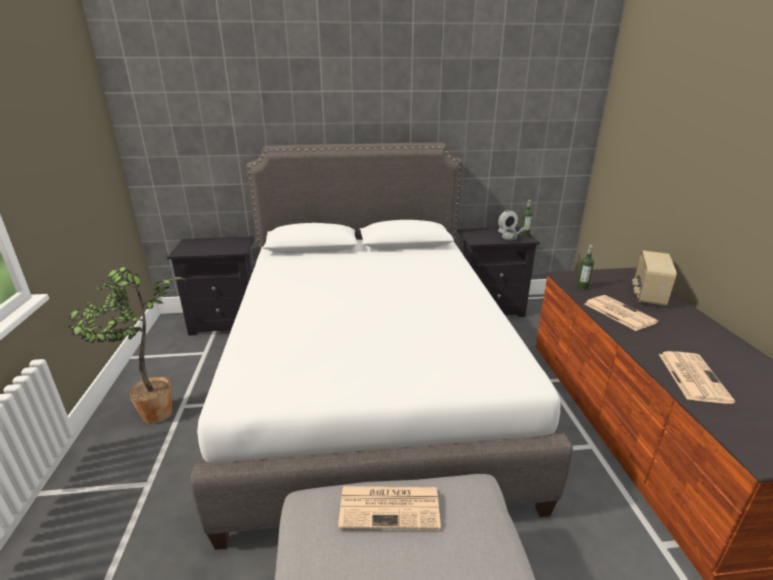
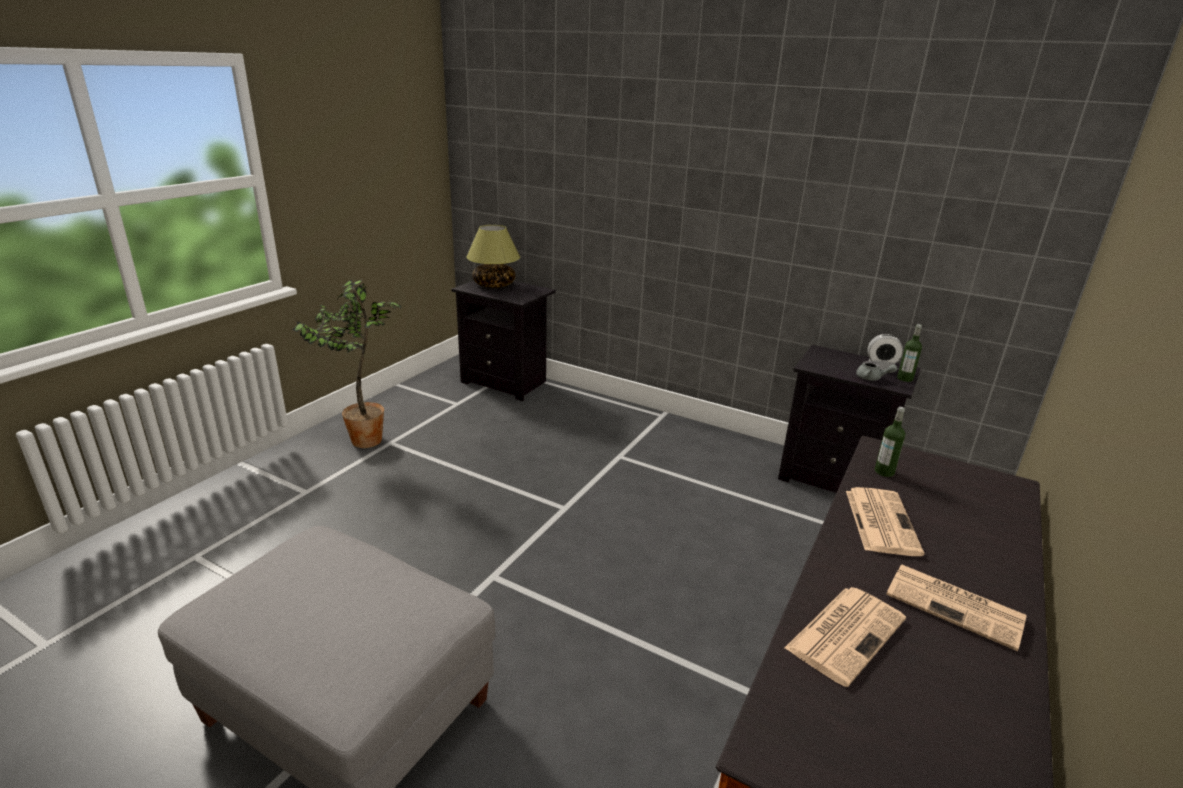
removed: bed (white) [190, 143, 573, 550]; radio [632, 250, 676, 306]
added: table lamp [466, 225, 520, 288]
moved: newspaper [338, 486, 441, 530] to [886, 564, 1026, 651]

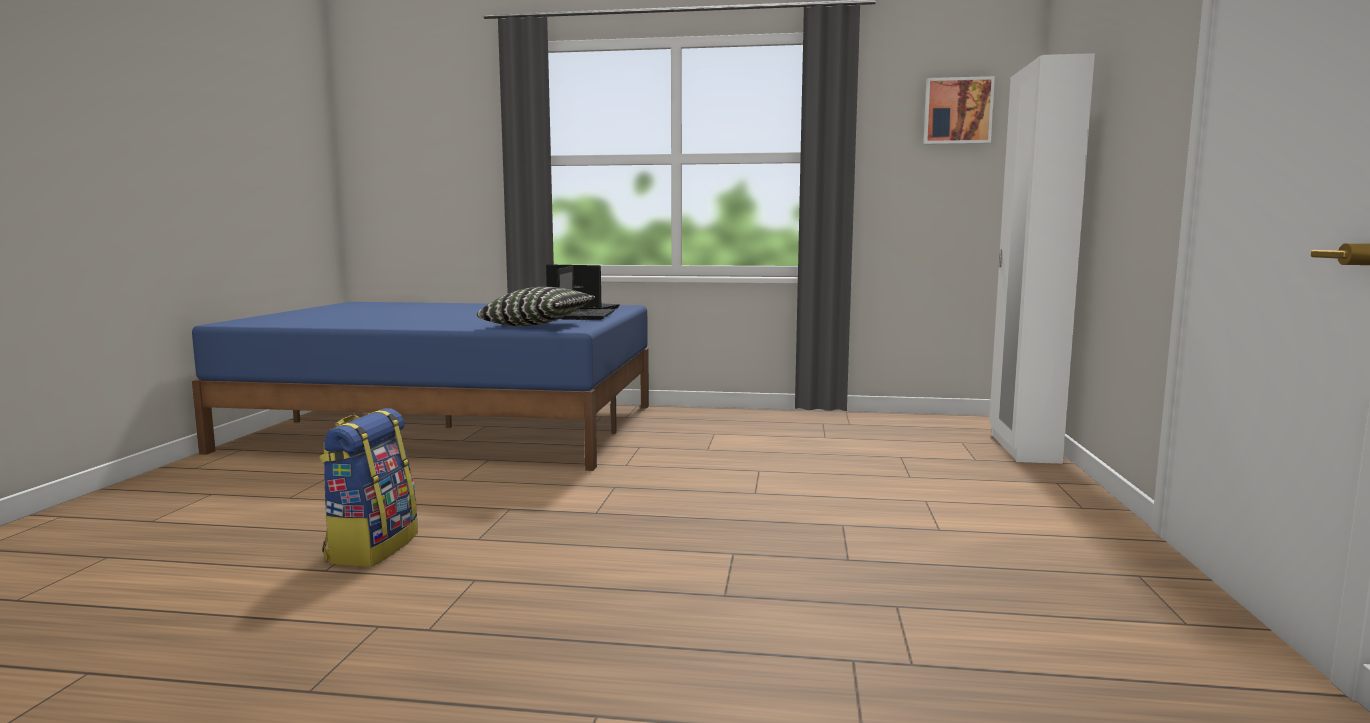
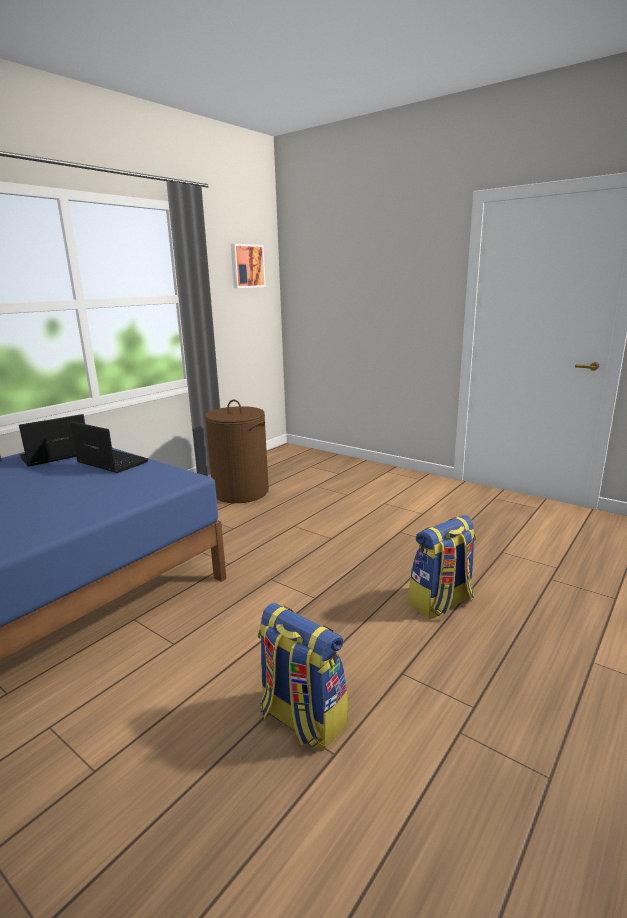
removed: pillow [477, 287, 595, 326]; wardrobe (white) [989, 53, 1095, 464]
added: laundry basket (brown) [205, 400, 269, 503]; backpack [409, 515, 477, 619]

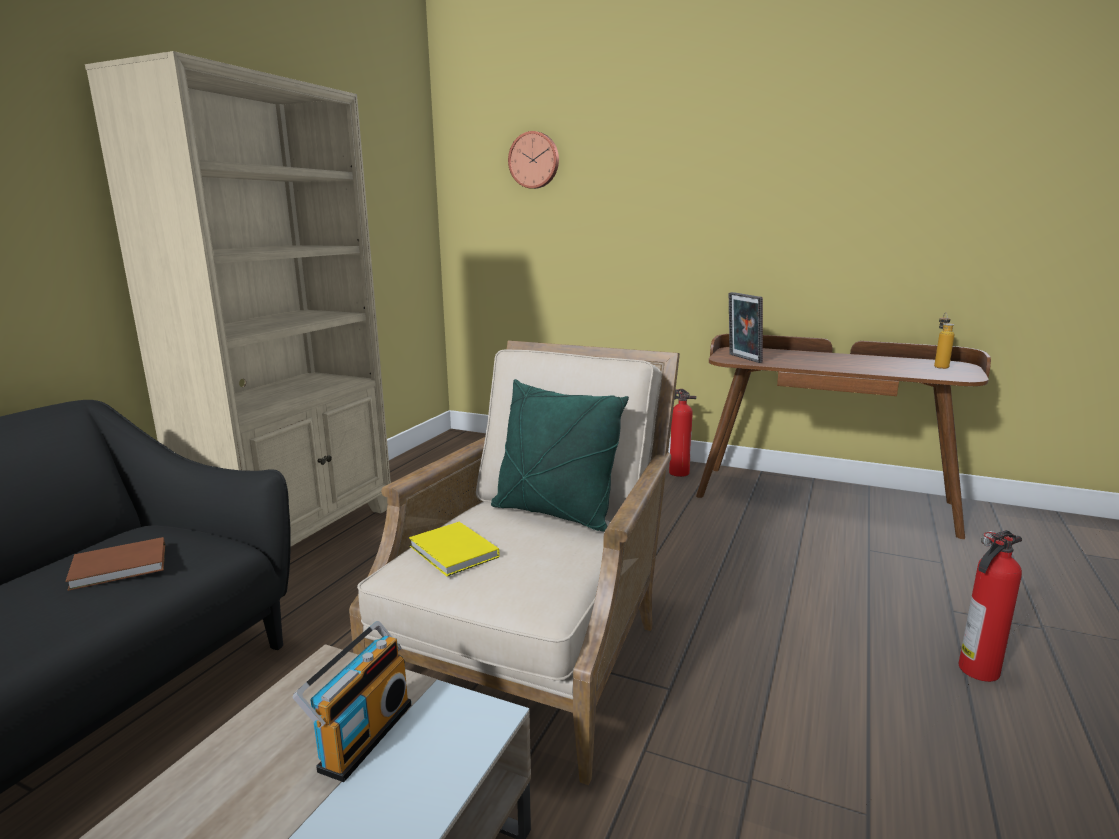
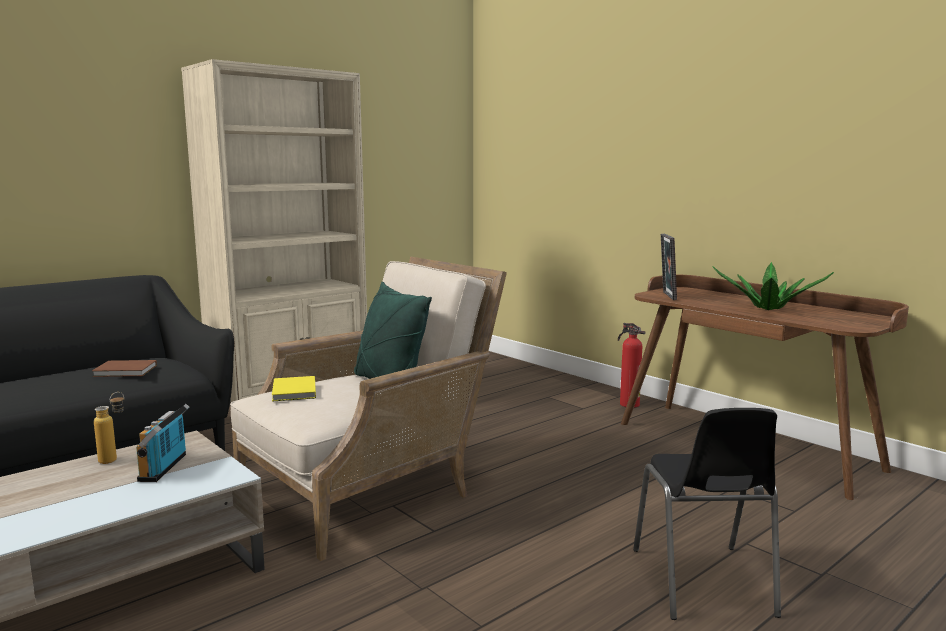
removed: wall clock [508, 131, 559, 189]
added: potted plant [712, 262, 834, 310]
moved: bottle [934, 312, 954, 369] to [94, 392, 124, 464]
replaced: fire extinguisher [959, 530, 1022, 682] to chair (black) [633, 408, 781, 620]
turned: radio [292, 621, 411, 782] = [136, 404, 189, 482] 135 degrees clockwise

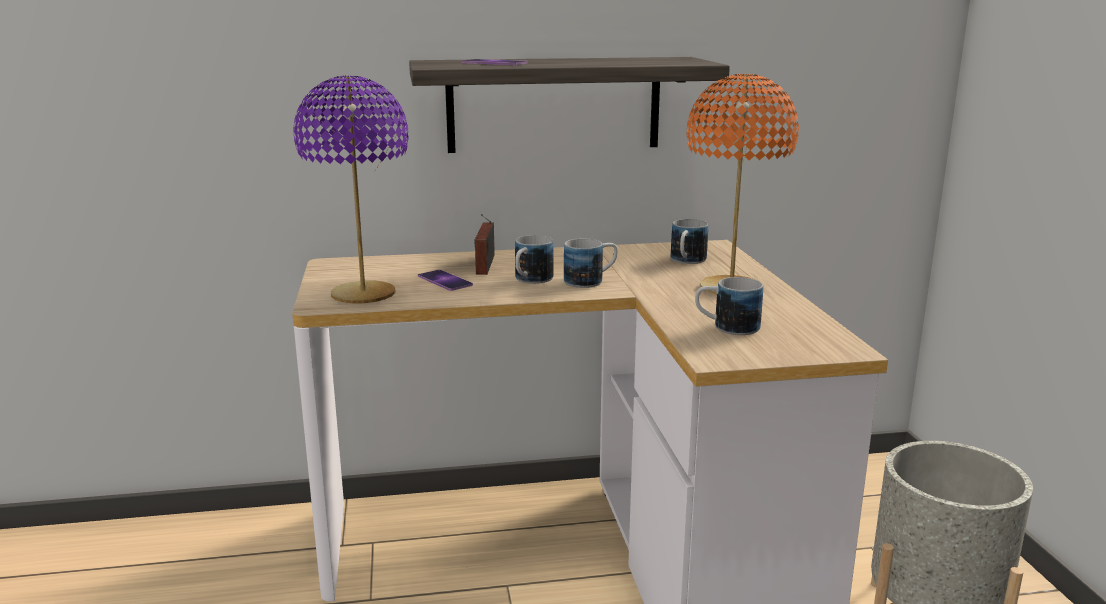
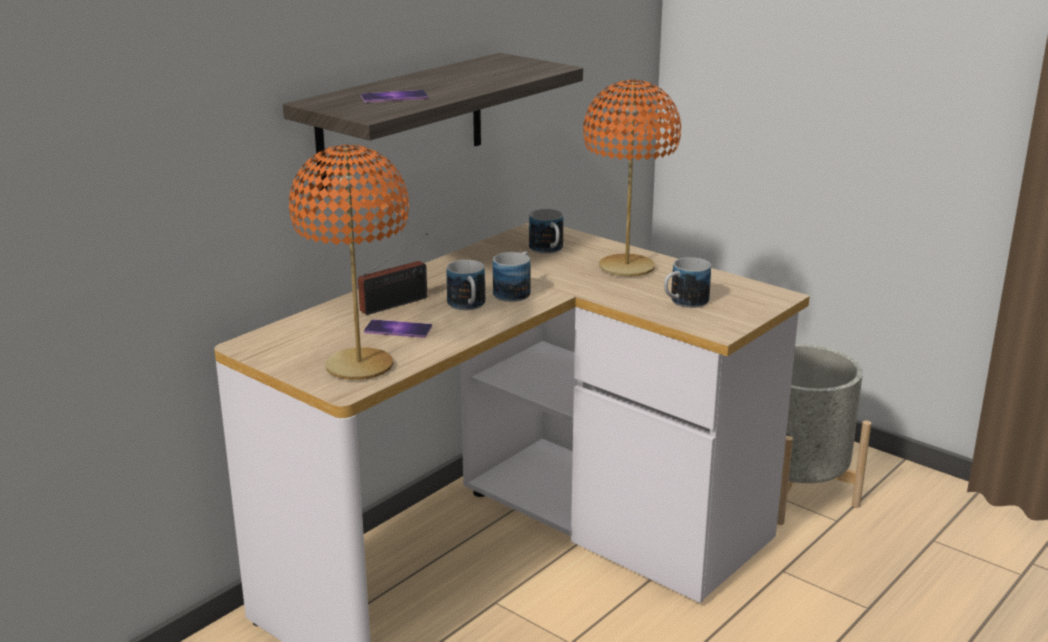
recoloured: table lamp (purple) [293, 75, 409, 304] to table lamp (orange) [289, 144, 409, 380]
turned: radio [474, 214, 495, 275] = [358, 233, 428, 315] 90 degrees counterclockwise

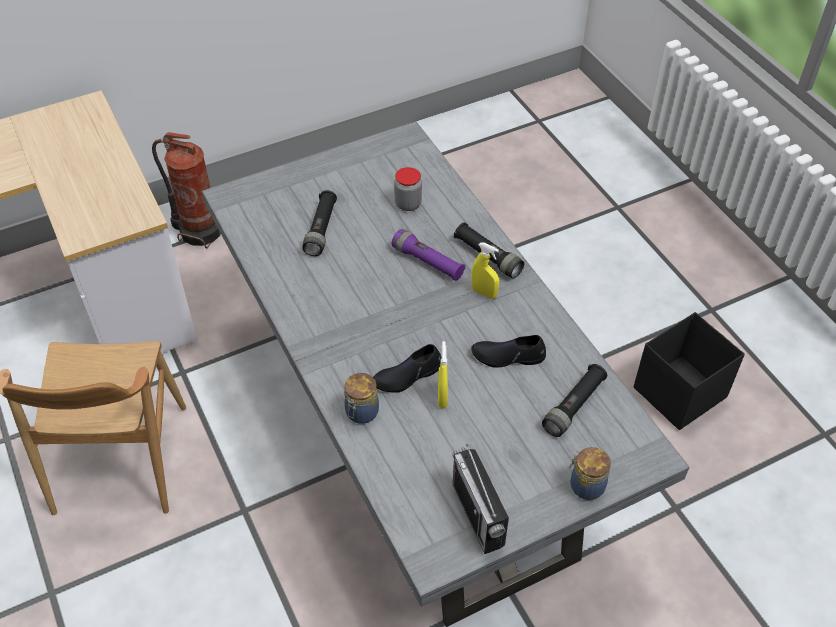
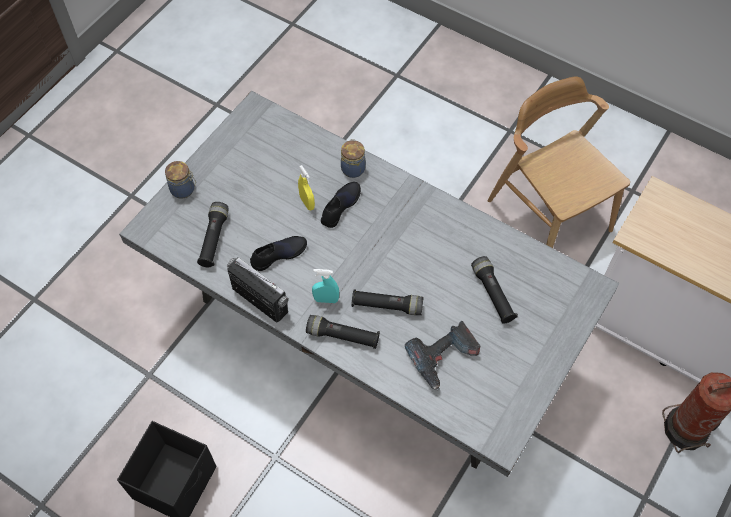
moved: radio [452, 444, 509, 554] to [227, 257, 289, 323]
replaced: jar [394, 167, 422, 211] to power drill [404, 321, 480, 391]
recoloured: spray bottle (yellow) [471, 242, 499, 299] to spray bottle (turquoise) [312, 269, 339, 303]; flashlight (purple) [392, 229, 465, 281] to flashlight (black) [351, 290, 424, 315]

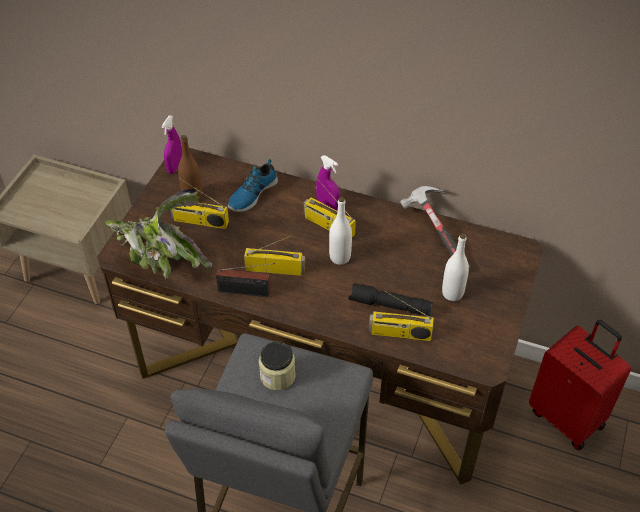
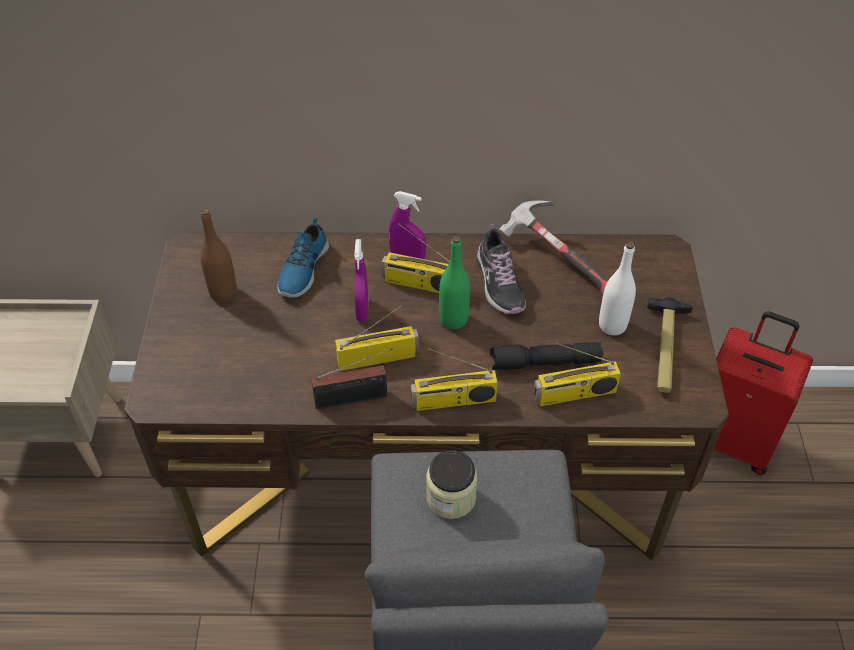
removed: potted plant [105, 189, 212, 279]
added: shoe [477, 224, 526, 314]; hammer [647, 297, 693, 393]
moved: spray bottle (purple) [161, 115, 182, 174] to [354, 239, 368, 322]; radio [171, 178, 229, 229] to [411, 348, 498, 411]
recoloured: bottle (white) [329, 197, 352, 265] to bottle (green) [439, 236, 470, 329]

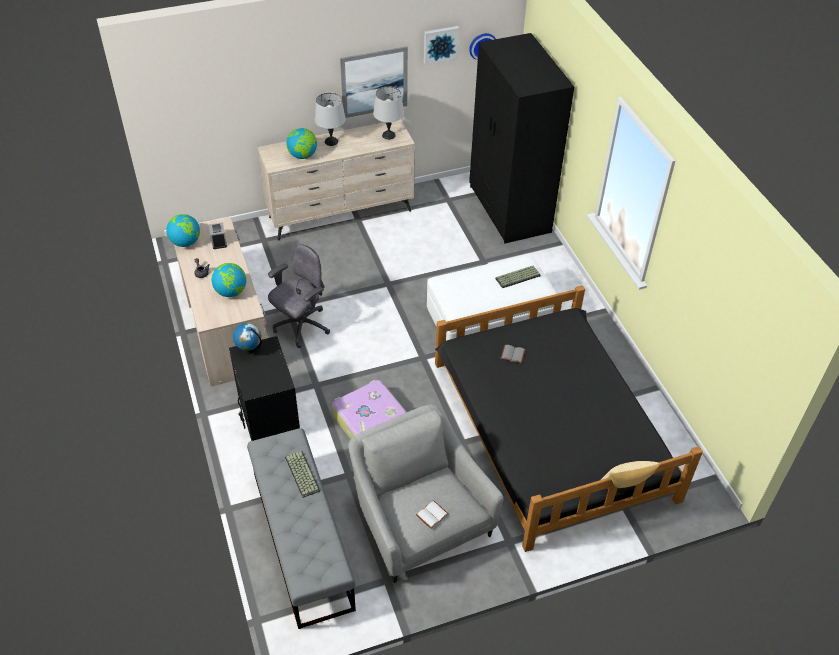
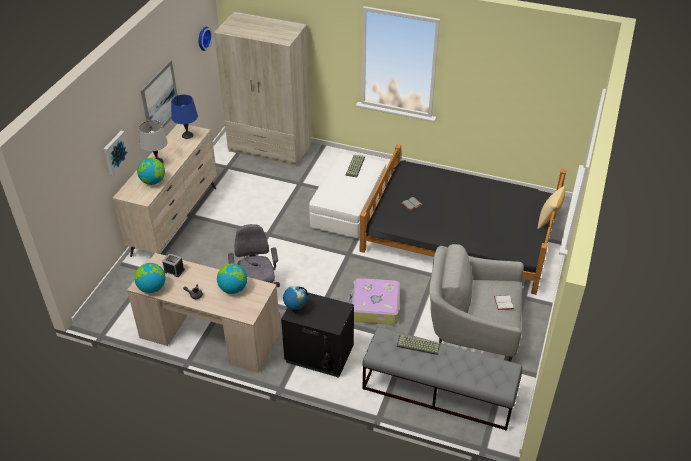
moved: picture [424, 26, 459, 65] to [104, 131, 130, 175]
recoloured: table lamp (grey) [373, 87, 404, 140] to table lamp (blue) [171, 94, 198, 139]; wardrobe (black) [469, 33, 574, 243] to wardrobe (beige) [214, 12, 311, 167]

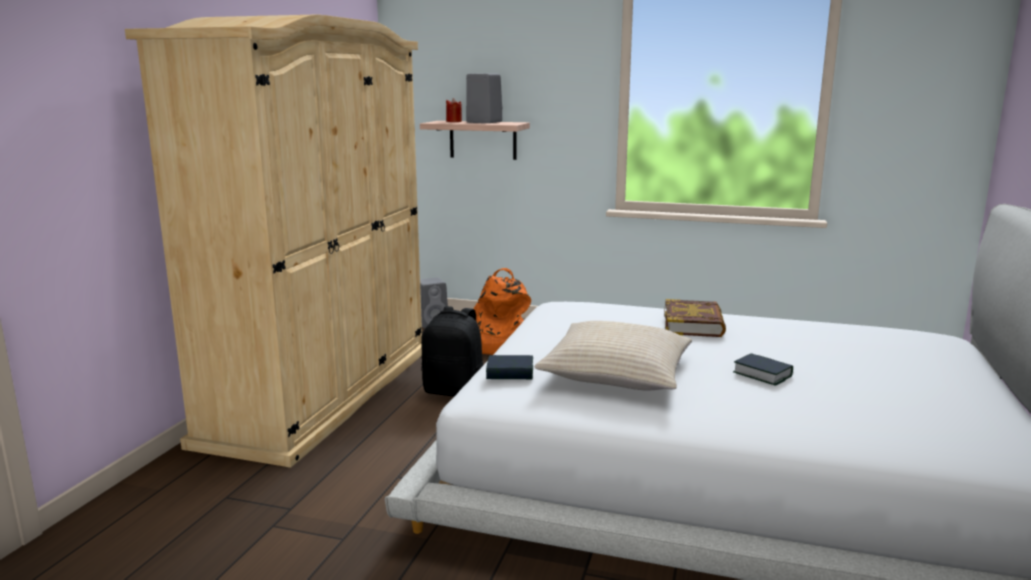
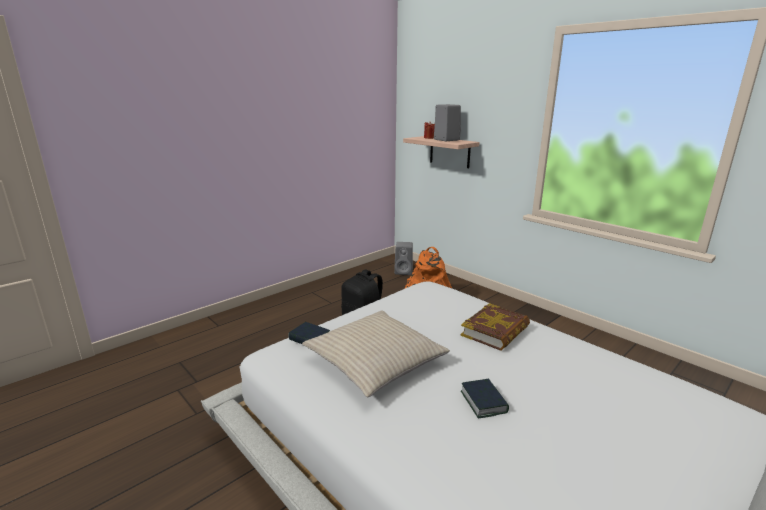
removed: wardrobe (beige) [125, 14, 422, 468]

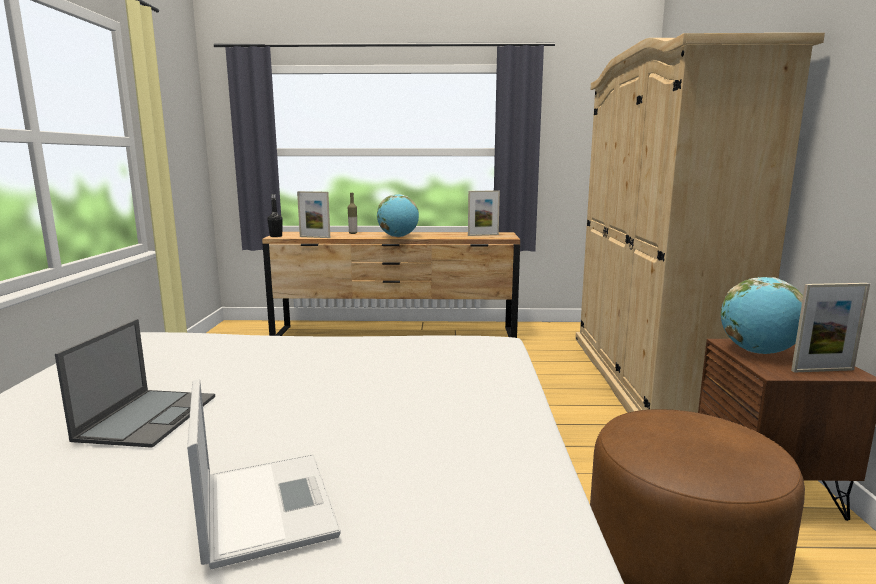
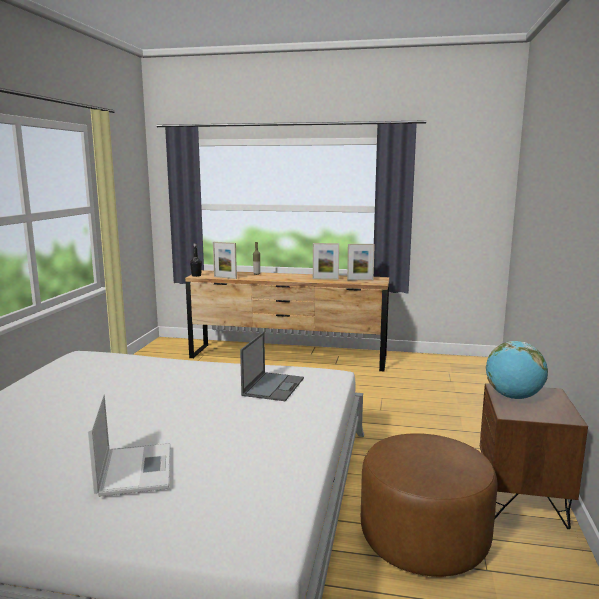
removed: globe [377, 194, 419, 237]; wardrobe (beige) [575, 33, 825, 413]
moved: laptop [55, 319, 215, 448] to [240, 332, 304, 401]; picture frame [791, 283, 870, 372] to [313, 243, 339, 280]

